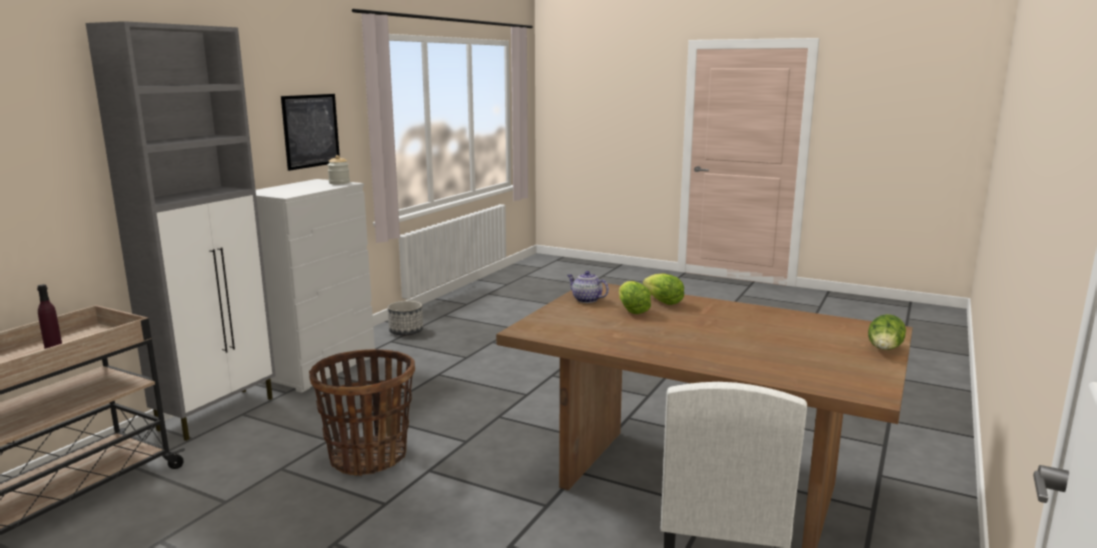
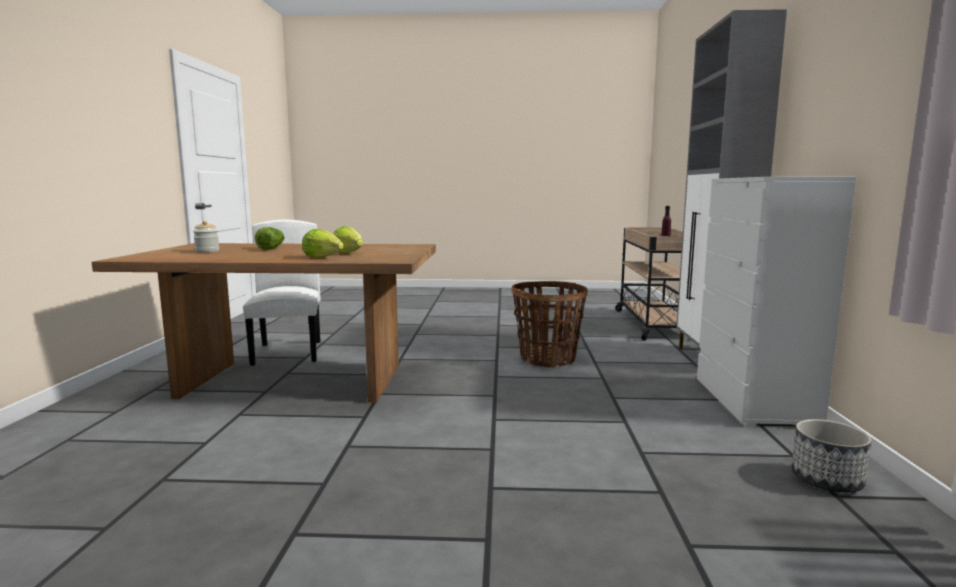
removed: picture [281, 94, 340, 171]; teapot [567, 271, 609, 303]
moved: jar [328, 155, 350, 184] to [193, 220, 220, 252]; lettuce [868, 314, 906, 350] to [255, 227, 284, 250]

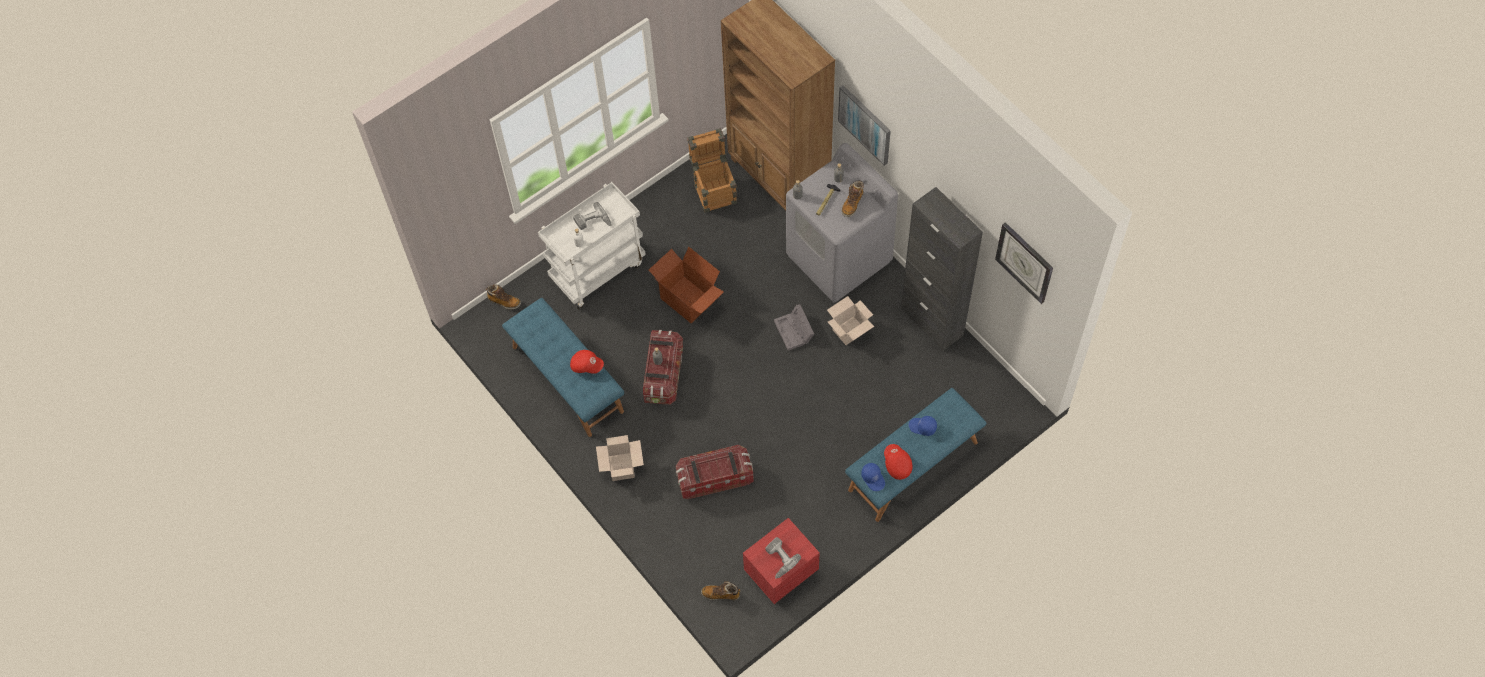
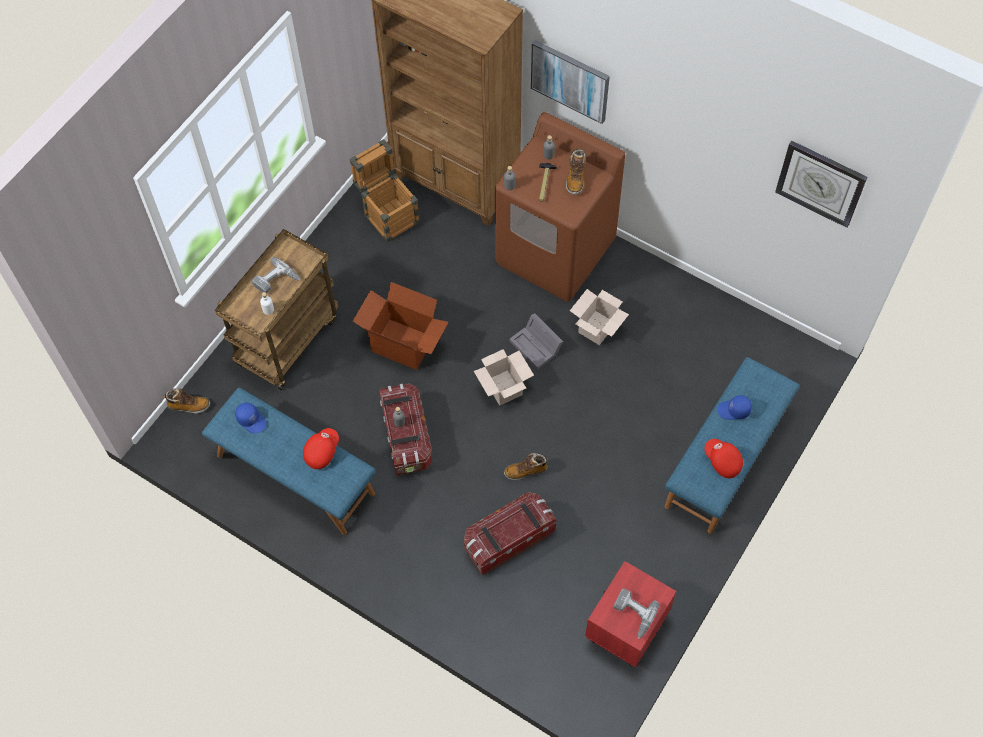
removed: cabinet (black) [901, 187, 983, 351]
moved: cap (blue) [861, 463, 885, 491] to [235, 403, 267, 434]; cardboard box [596, 435, 644, 481] to [474, 349, 534, 406]; boot [701, 582, 740, 600] to [504, 453, 549, 480]
recoloured: cart (white) [538, 182, 646, 309] to cart (brown) [215, 229, 339, 390]; washing machine (grey) [786, 143, 898, 303] to washing machine (brown) [495, 112, 625, 302]
turned: cap (red) [570, 350, 604, 374] = [303, 428, 339, 469] 60 degrees counterclockwise

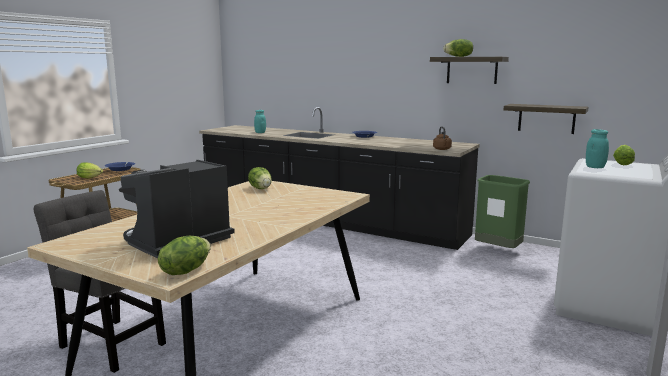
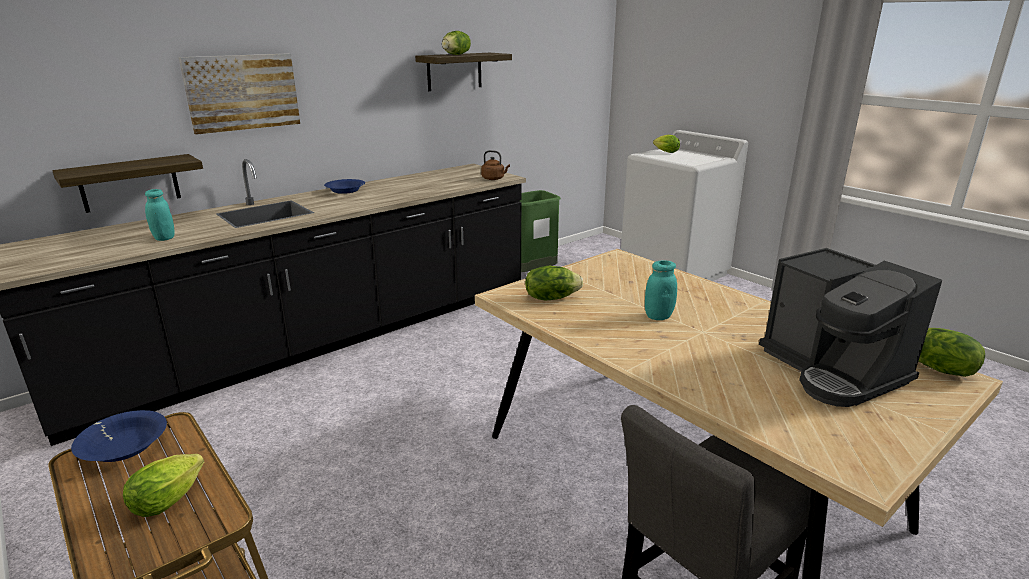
added: picture [179, 53, 300, 135]
moved: shelf [504, 104, 589, 134] to [52, 154, 203, 213]; jar (turquoise) [586, 129, 609, 168] to [645, 260, 677, 320]

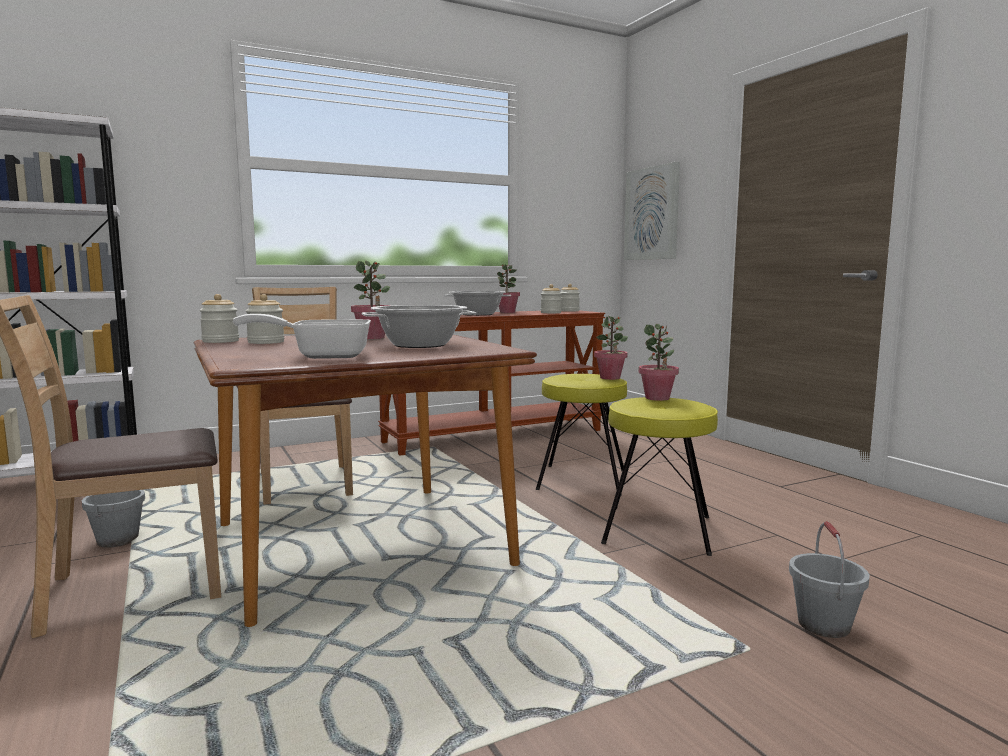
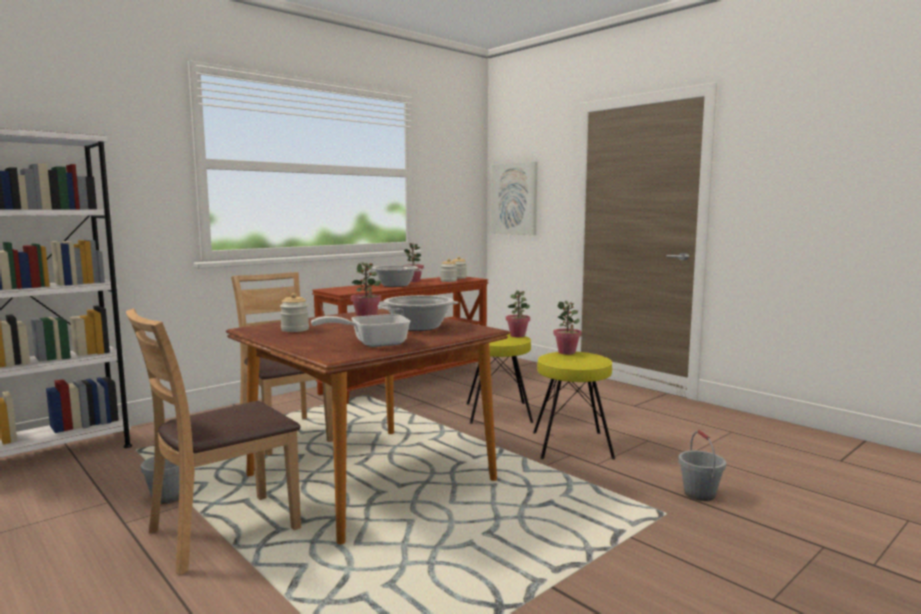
removed: jar [199, 294, 239, 343]

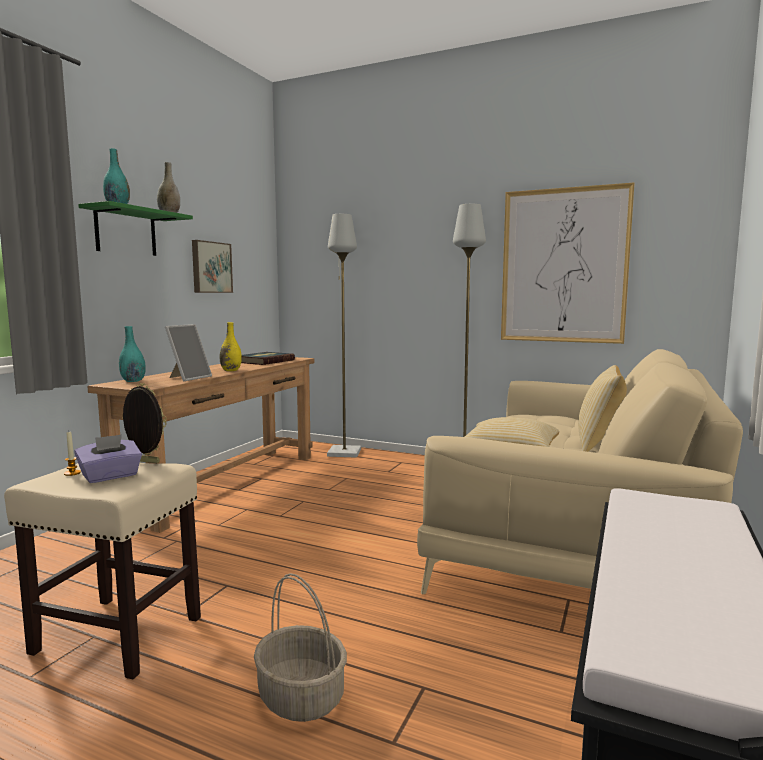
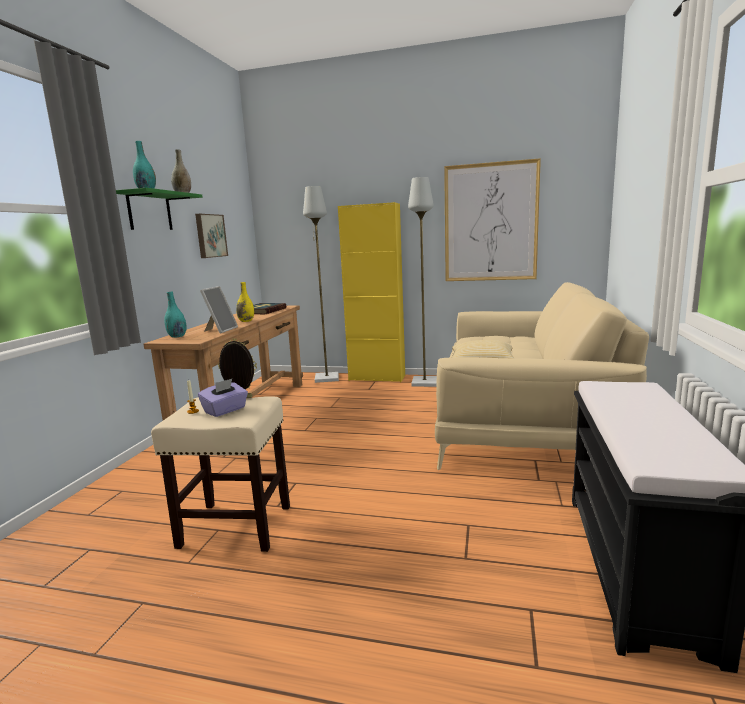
removed: basket [254, 573, 347, 722]; pillow [578, 365, 627, 452]
added: cabinet (yellow) [338, 202, 405, 382]

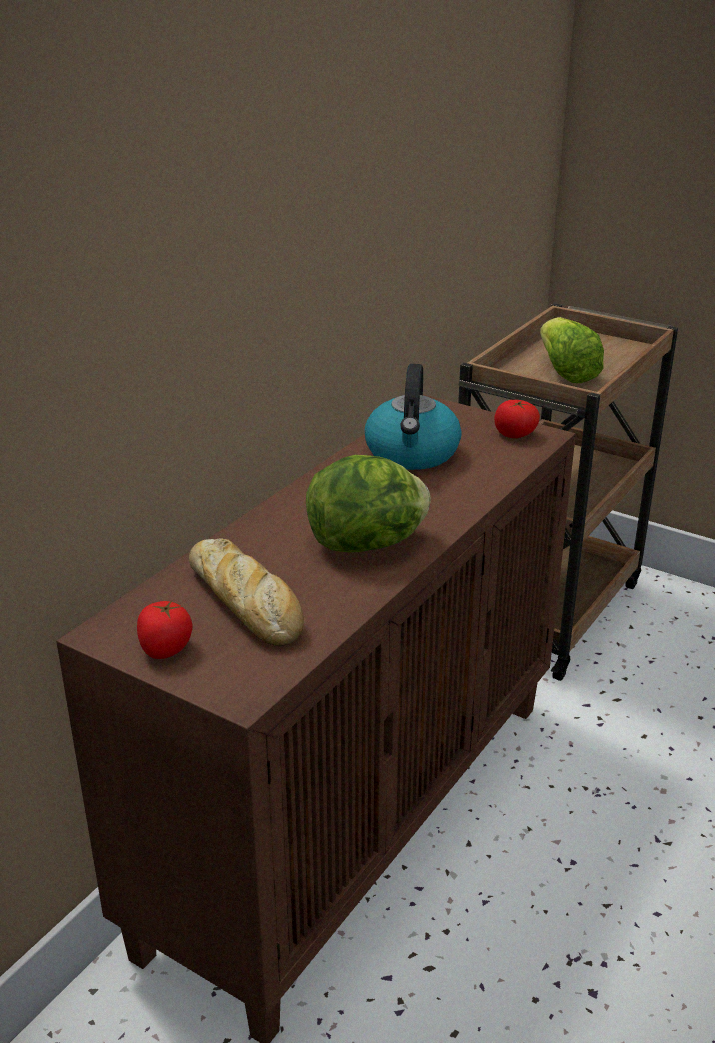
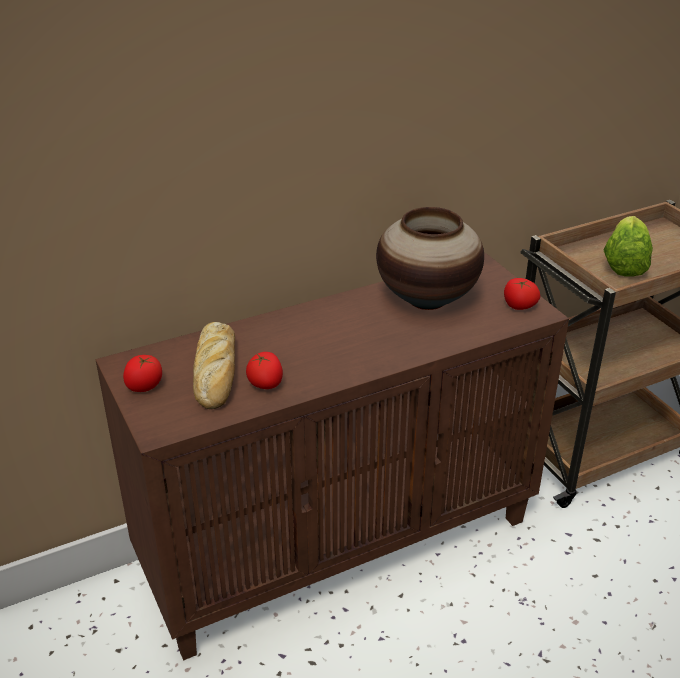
removed: lettuce [306, 455, 431, 552]
added: tomato [246, 352, 283, 389]
replaced: kettle [365, 364, 462, 470] to vase [376, 207, 484, 310]

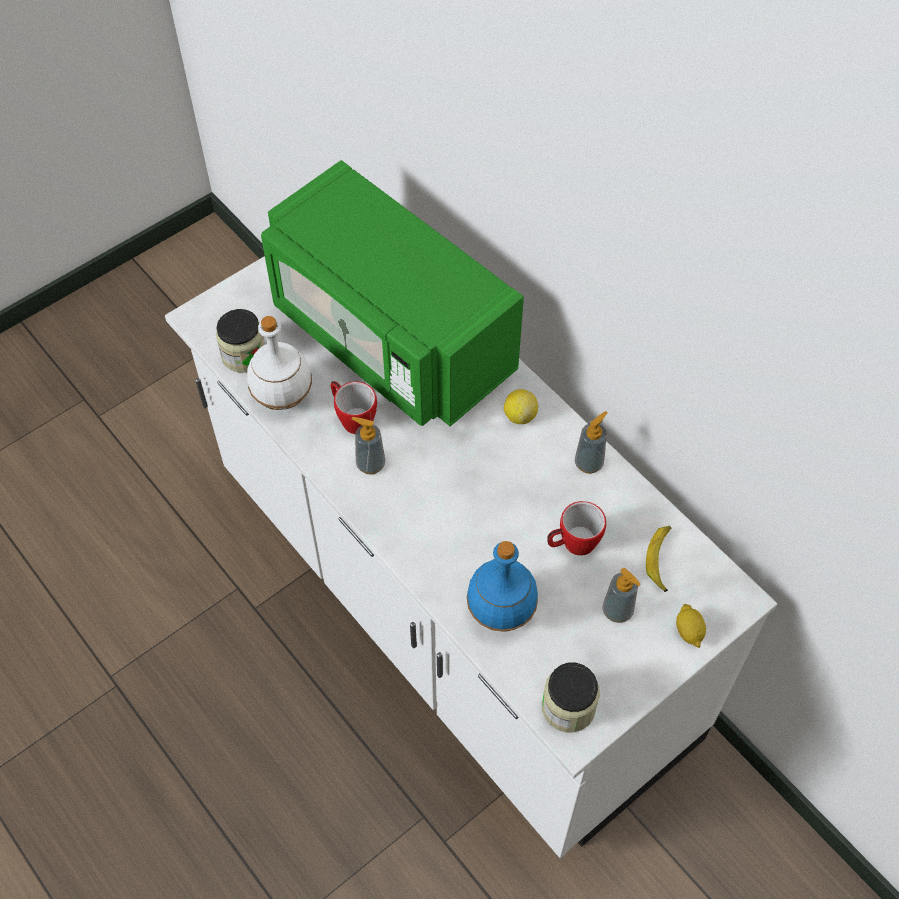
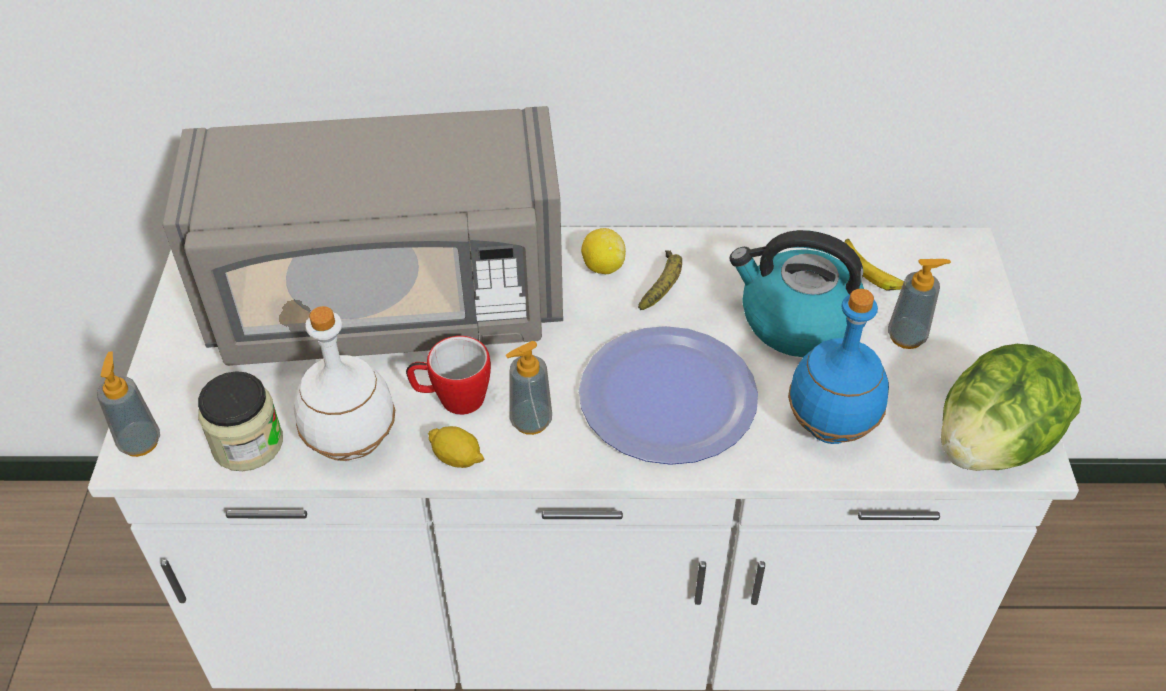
added: plate [579, 326, 758, 465]; banana [638, 250, 682, 310]
moved: soap dispenser [575, 411, 607, 474] to [97, 351, 160, 457]; lemon [676, 604, 706, 648] to [428, 426, 484, 468]
replaced: mug [547, 501, 606, 556] to kettle [729, 230, 864, 357]; jar [542, 663, 600, 732] to lettuce [941, 344, 1082, 471]
recoloured: microwave (green) [261, 160, 524, 426] to microwave (grey) [163, 106, 563, 366]

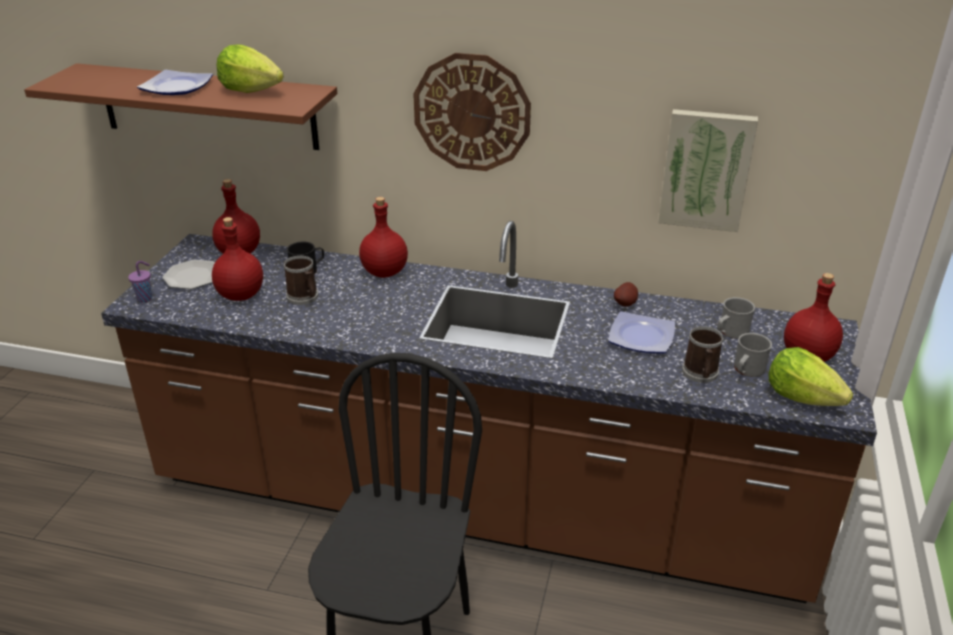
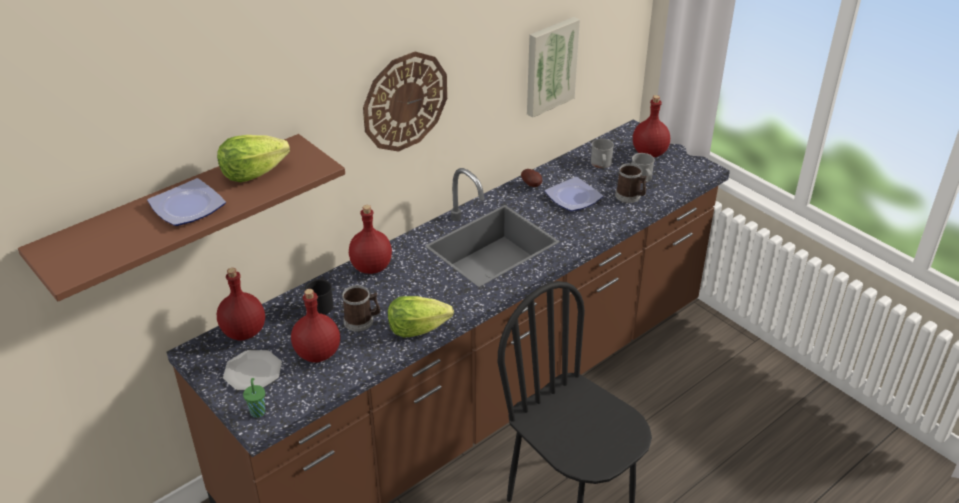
moved: lettuce [768, 347, 853, 406] to [388, 296, 454, 338]
recoloured: cup (purple) [128, 261, 152, 303] to cup (green) [243, 378, 265, 418]

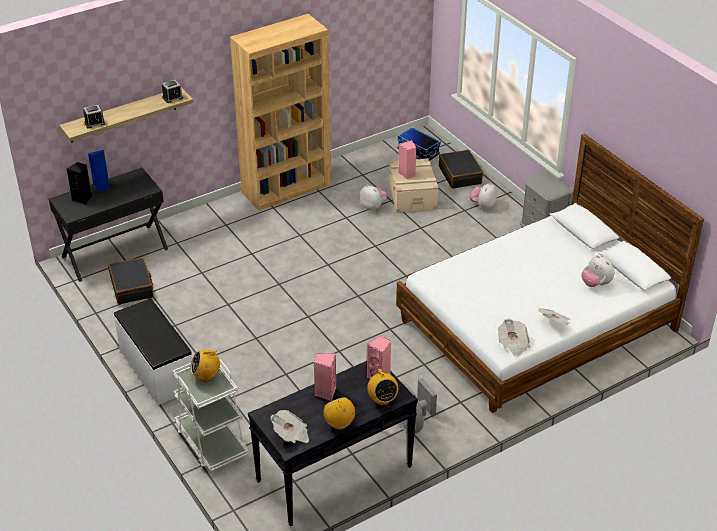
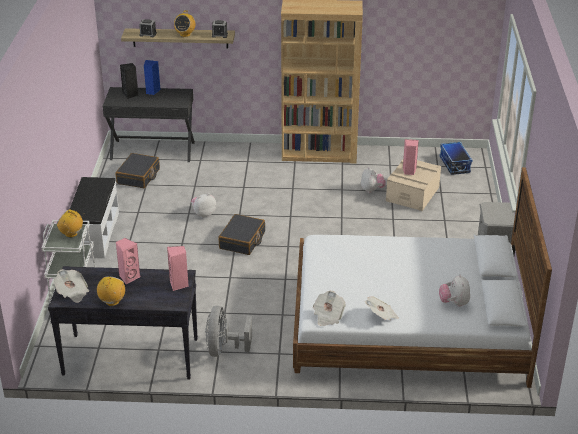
moved: radio [367, 369, 398, 405] to [174, 10, 196, 37]; plush toy [469, 182, 497, 210] to [191, 193, 216, 218]; suitcase (black) [439, 150, 483, 189] to [218, 214, 265, 255]

